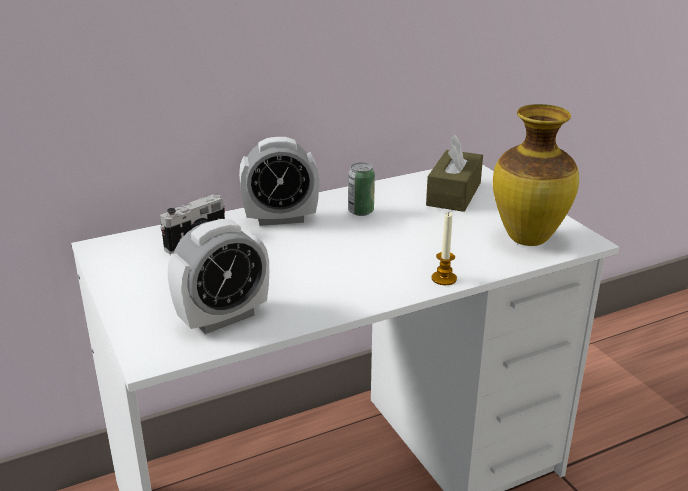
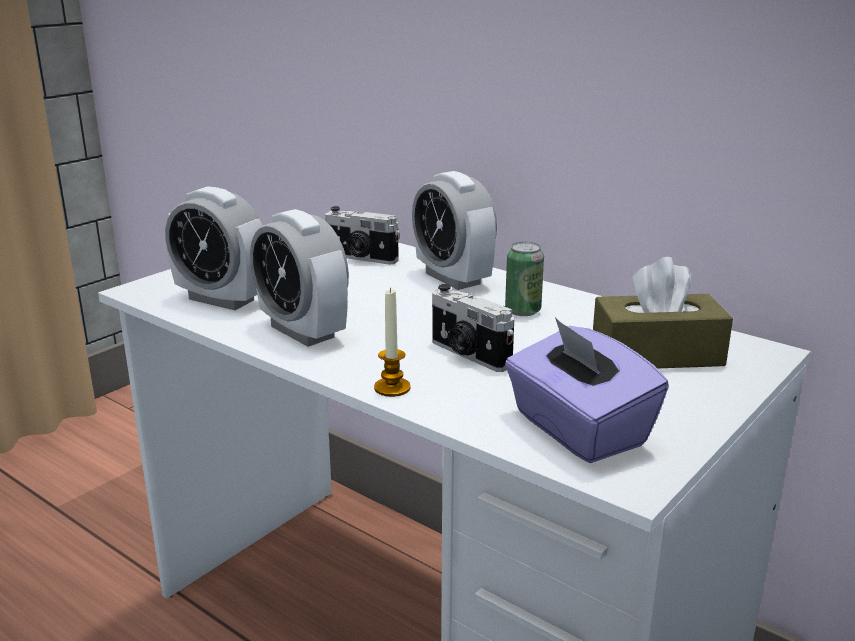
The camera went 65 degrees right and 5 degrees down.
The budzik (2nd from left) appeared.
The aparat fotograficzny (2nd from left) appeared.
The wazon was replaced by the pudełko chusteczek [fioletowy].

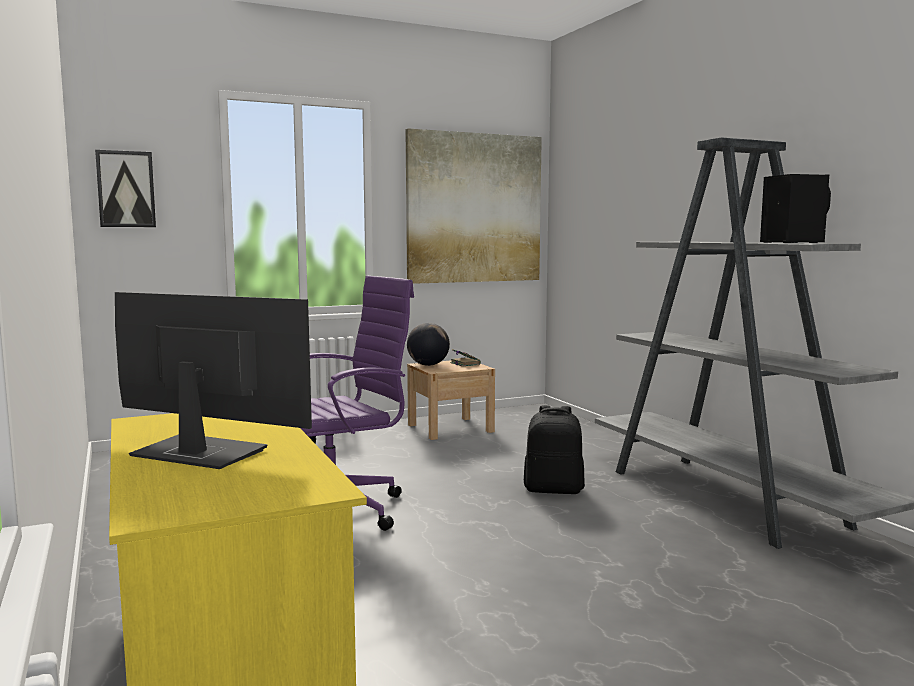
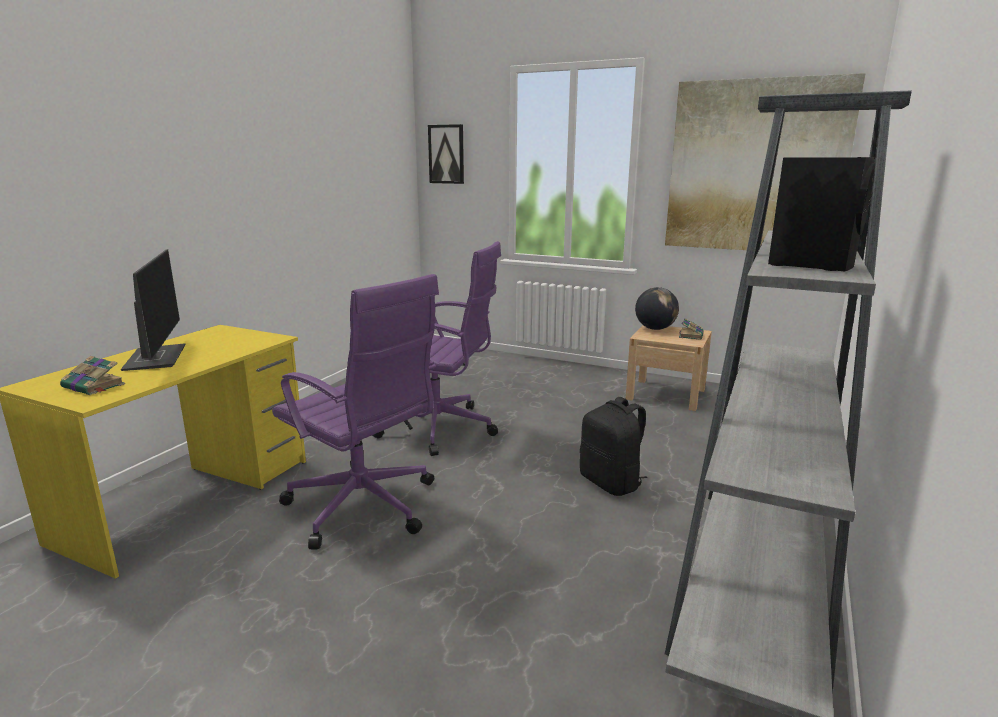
The camera went 50 degrees right and 10 degrees up.
The książka (1st from left) appeared.
The krzesło biurowe [fioletowy] (1st from left) appeared.

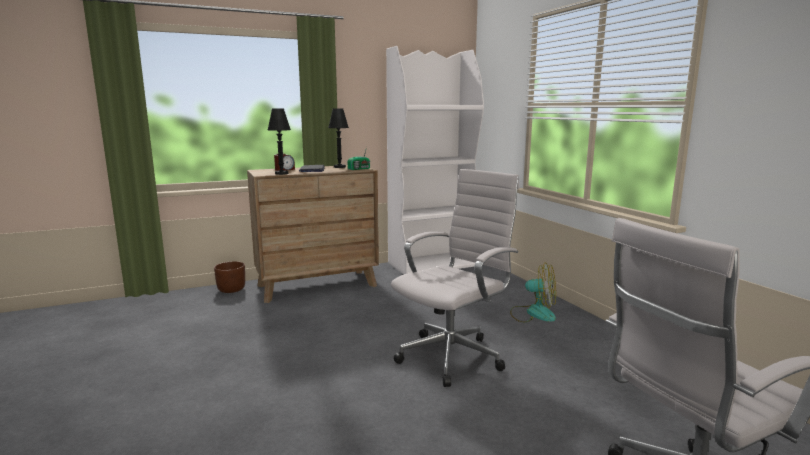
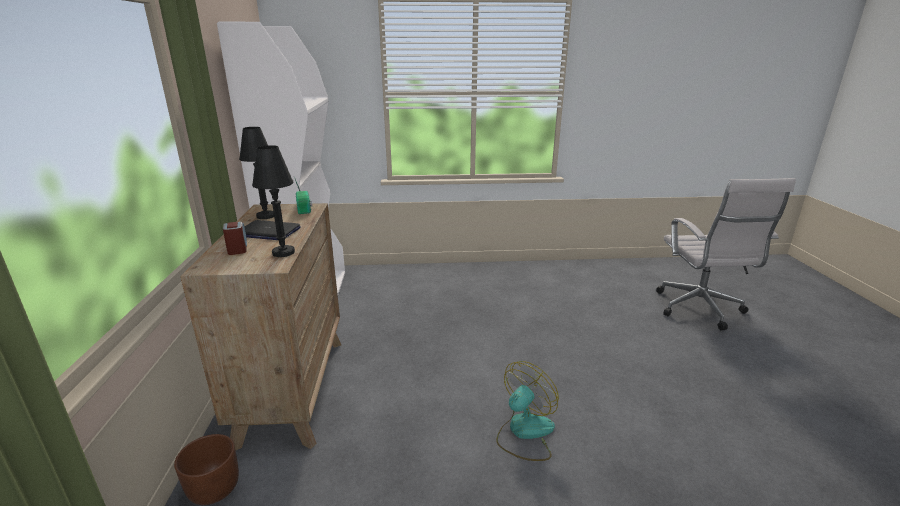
The camera went 70 degrees left and 10 degrees up.
The krzesło biurowe [biały] (1st from left) disappeared.
The wentylator moved.

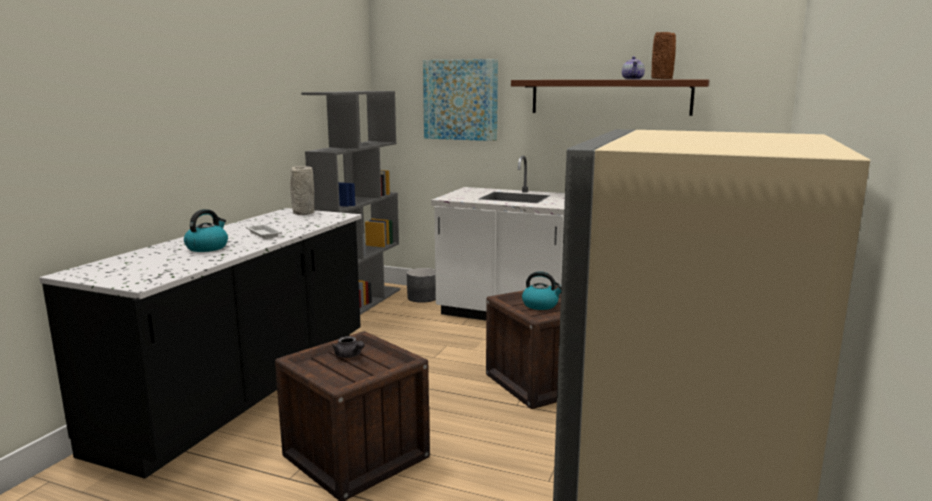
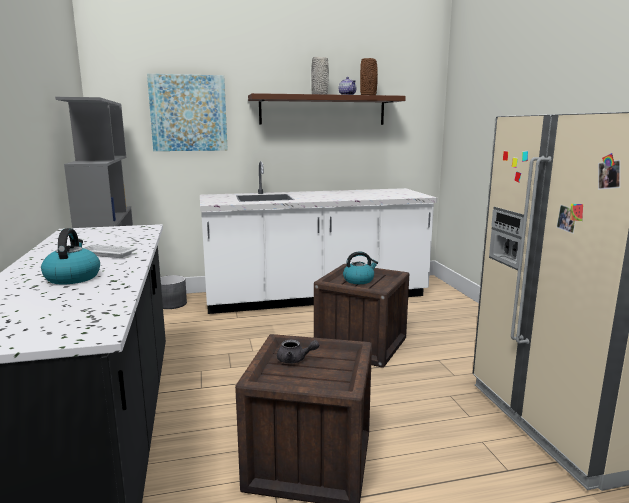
The camera went 35 degrees left and 0 degrees up.
The wazon [szary] moved.

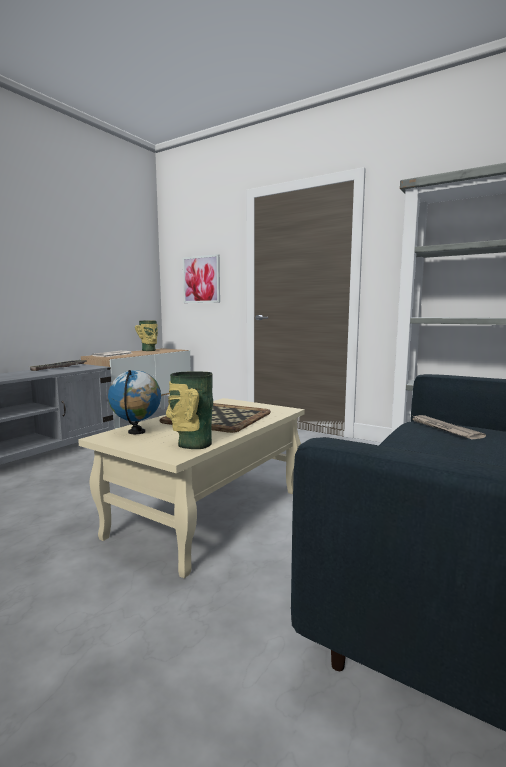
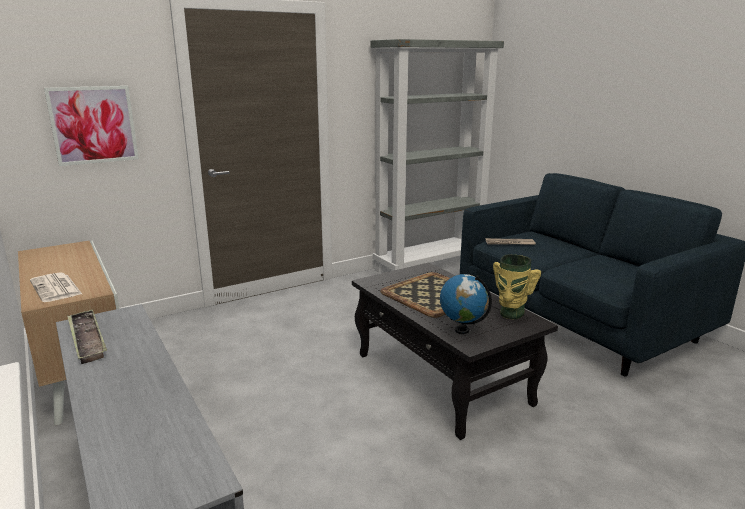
The camera went 65 degrees left and 10 degrees up.
The wazon (1st from left) disappeared.
The ława [beżowy] became the ława [czarny].

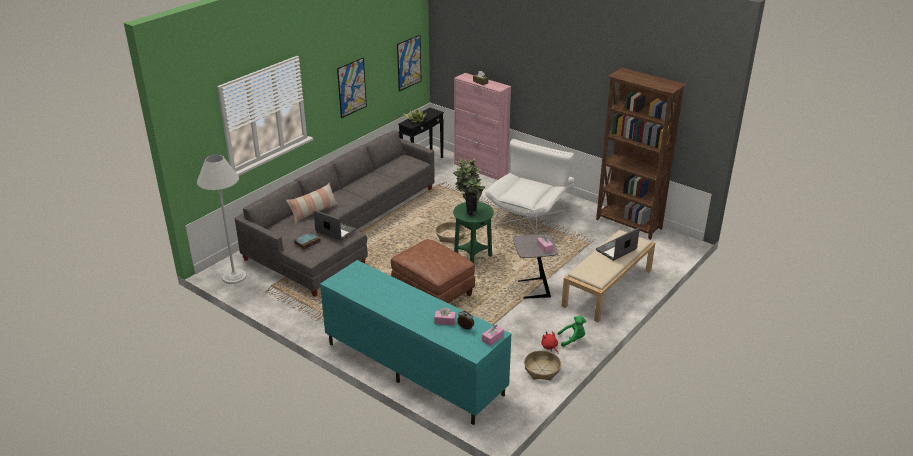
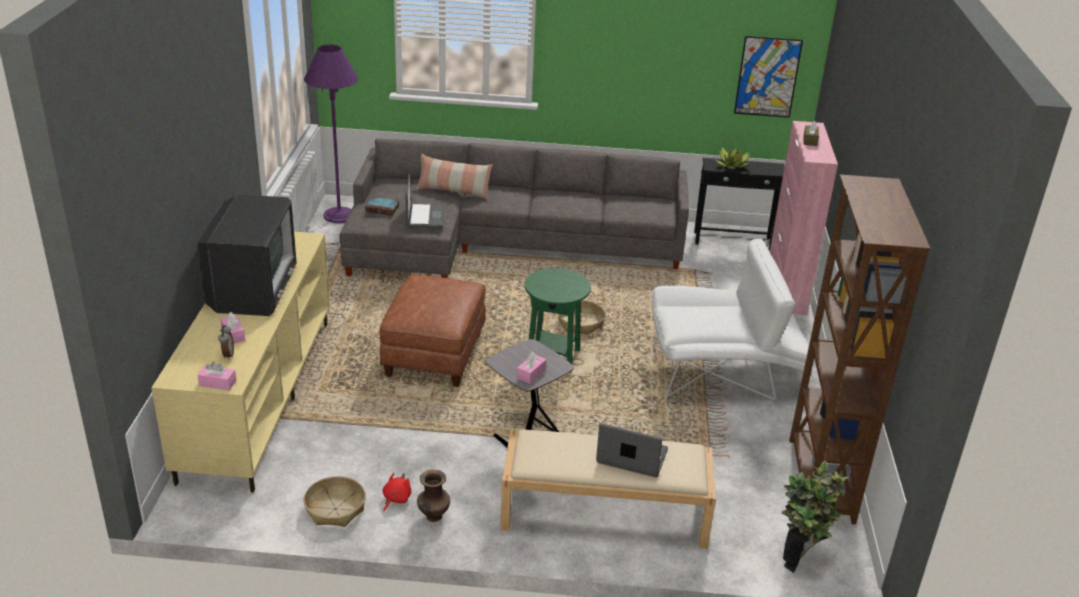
The camera went 55 degrees right and 0 degrees up.
The obraz (1st from left) disappeared.
The telewizor appeared.
The roślina doniczkowa (2nd from left) moved.
The pluszak [zielony] was replaced by the wazon [brązowy].
The lampa stojąca [biały] became the lampa stojąca [fioletowy].
The szafka pod telewizor [turkusowy] became the szafka pod telewizor [beżowy].

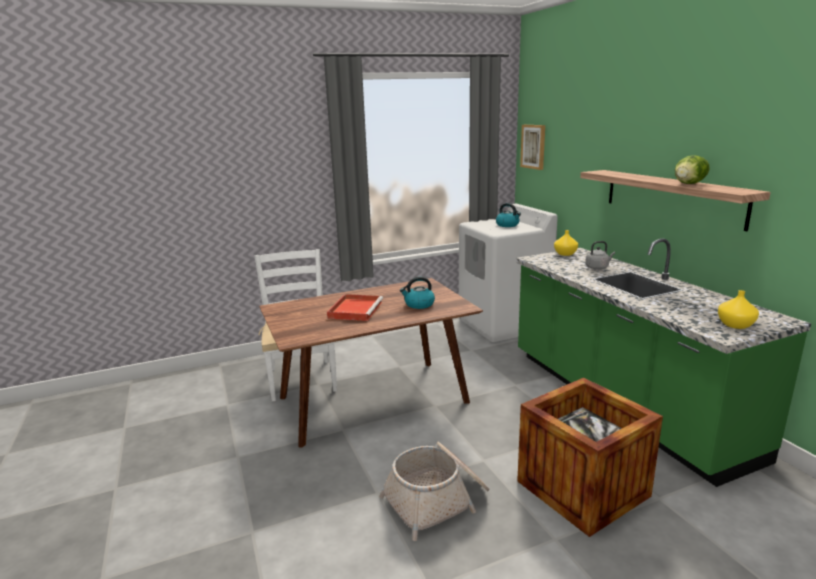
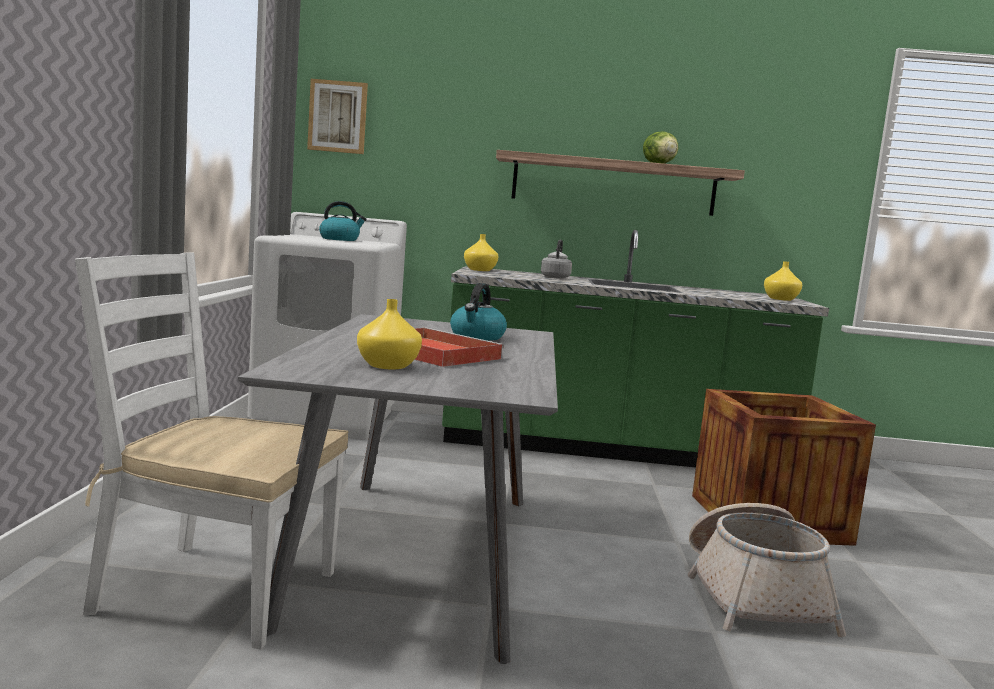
The camera went 65 degrees left and 10 degrees down.
The wazon [żółty] (1st from left) appeared.
The stół jadalny [brązowy] became the stół jadalny [szary].

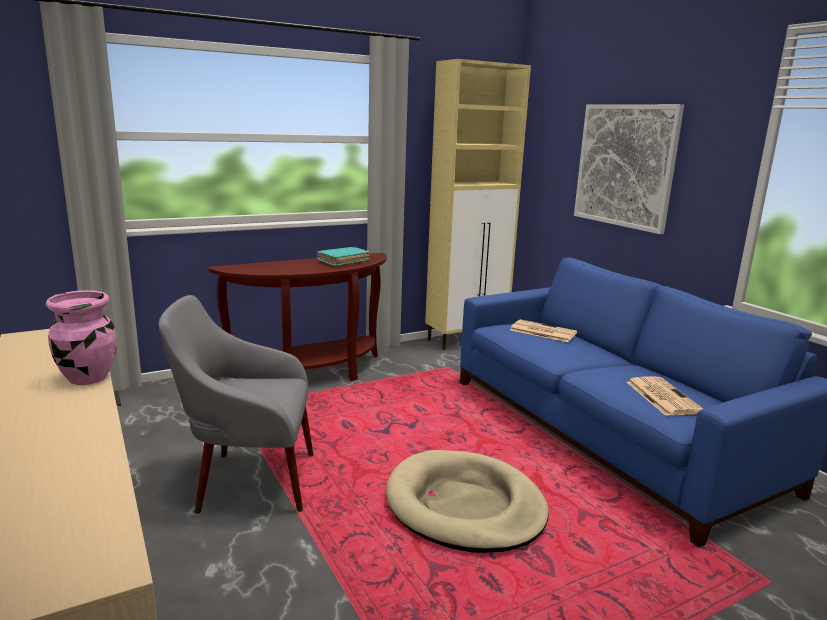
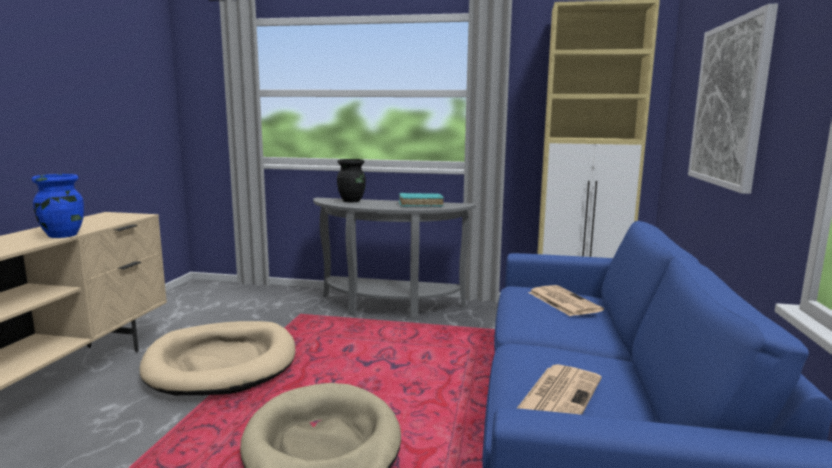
The camera went 40 degrees right and 5 degrees down.
The wazon [czarny] appeared.
The fotel [szary] was replaced by the legowisko [beżowy] (1st from left).
The wazon [różowy] became the wazon [niebieski].
The stolik konsolowy [brązowy] became the stolik konsolowy [szary].

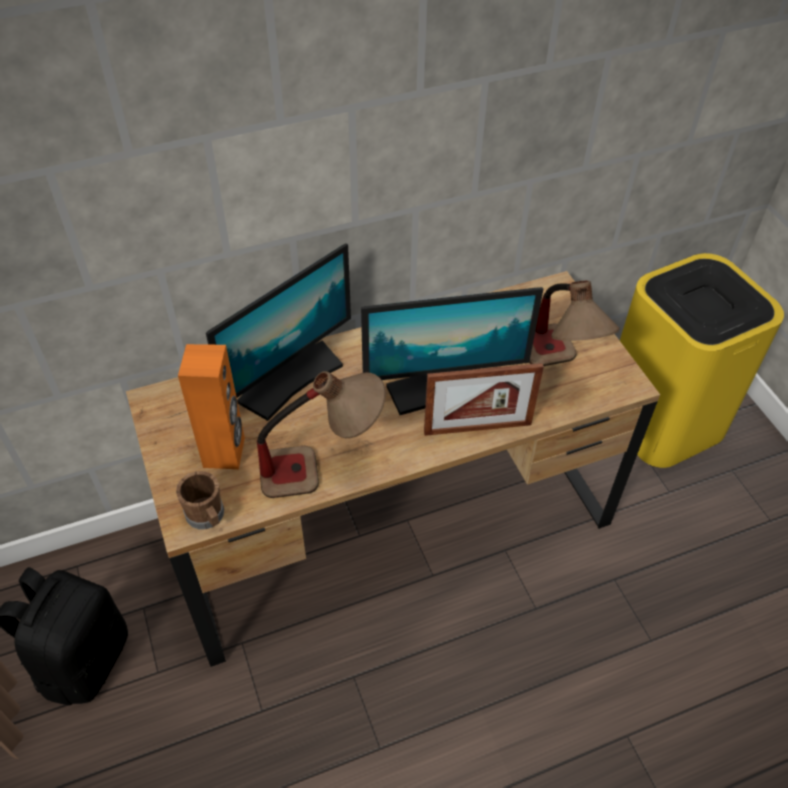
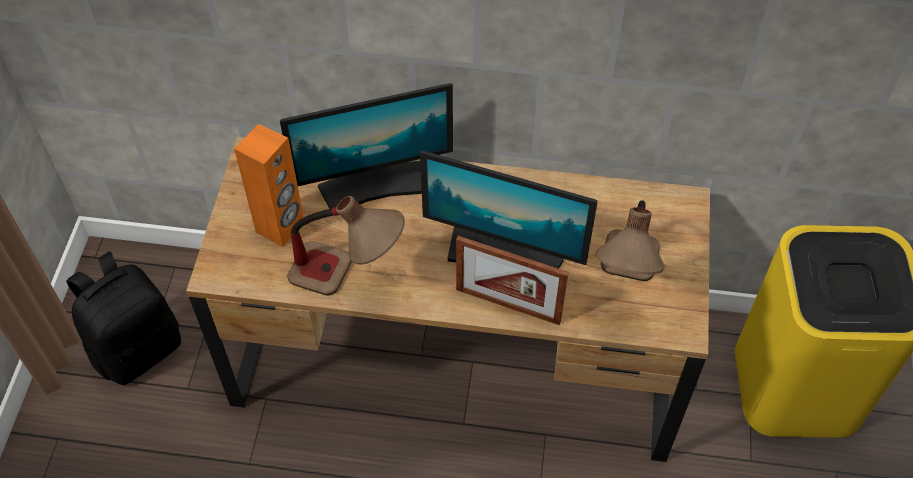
The camera went 30 degrees right and 5 degrees up.
The kubek [brązowy] disappeared.

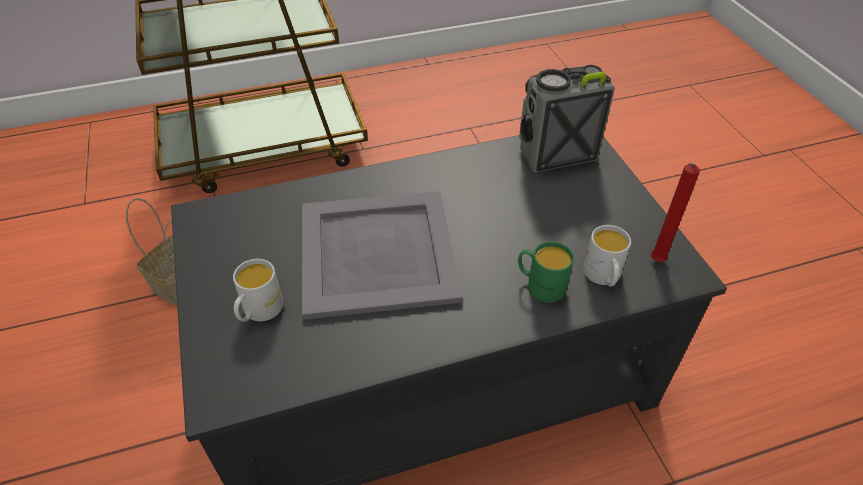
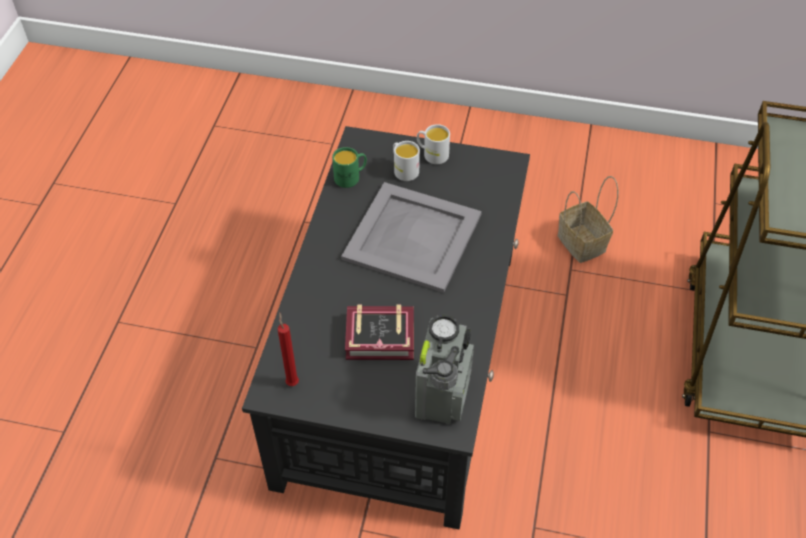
The camera went 120 degrees right and 5 degrees up.
The książka appeared.
The kubek [zielony] moved.
The kubek [biały] (2nd from left) moved.

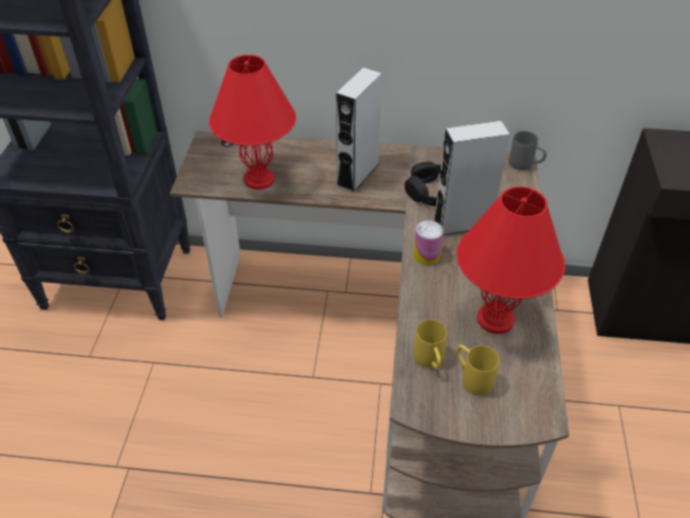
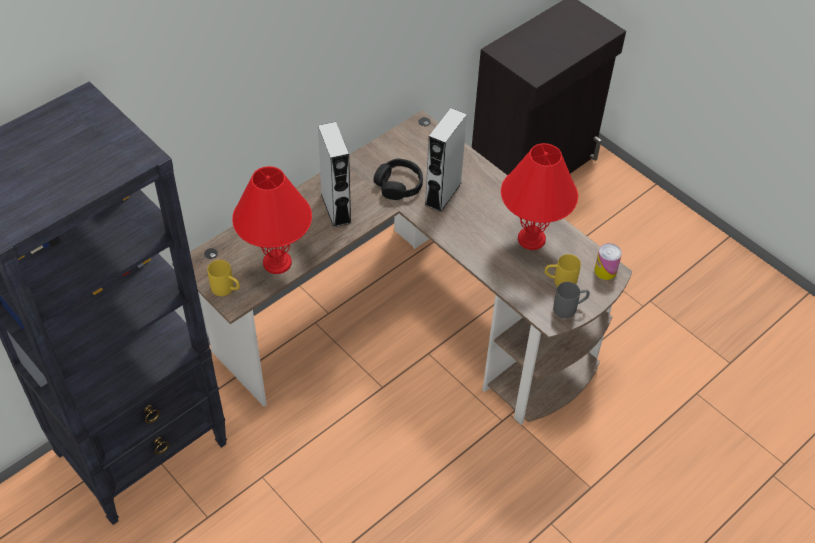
The camera went 50 degrees left and 5 degrees up.
The puszka moved.
The kubek [żółty] (1st from left) moved.
The kubek [szary] moved.

